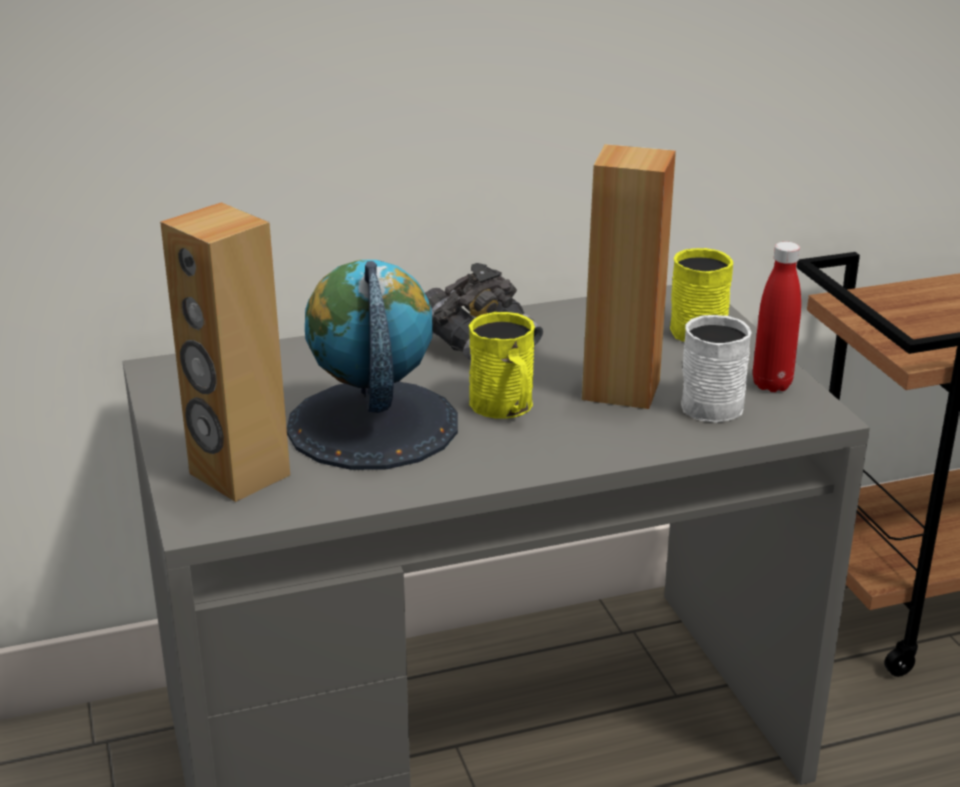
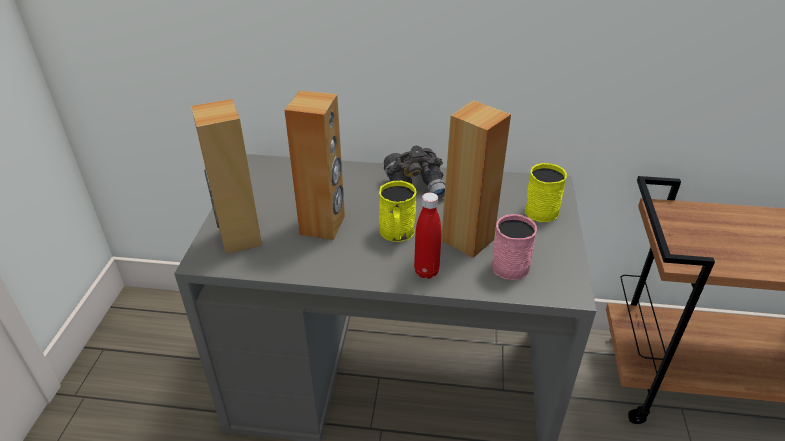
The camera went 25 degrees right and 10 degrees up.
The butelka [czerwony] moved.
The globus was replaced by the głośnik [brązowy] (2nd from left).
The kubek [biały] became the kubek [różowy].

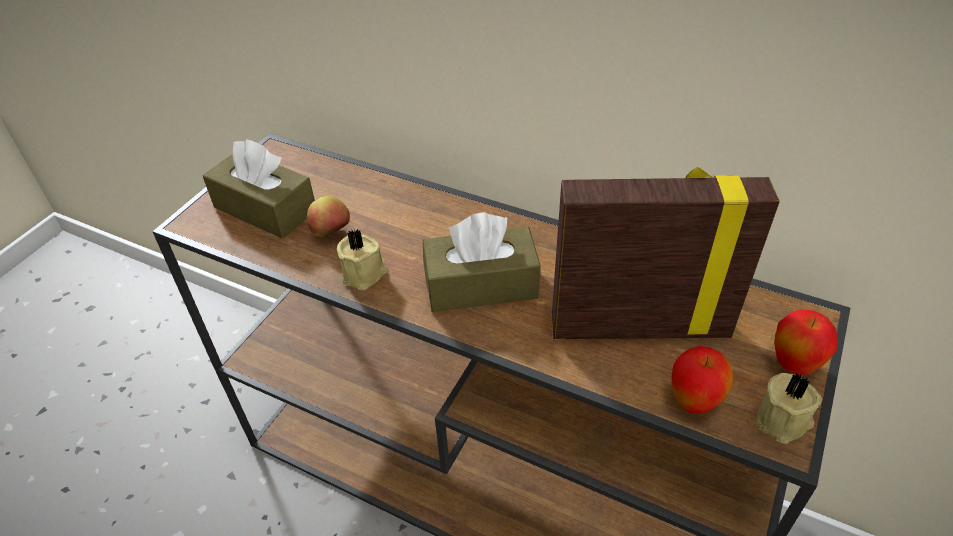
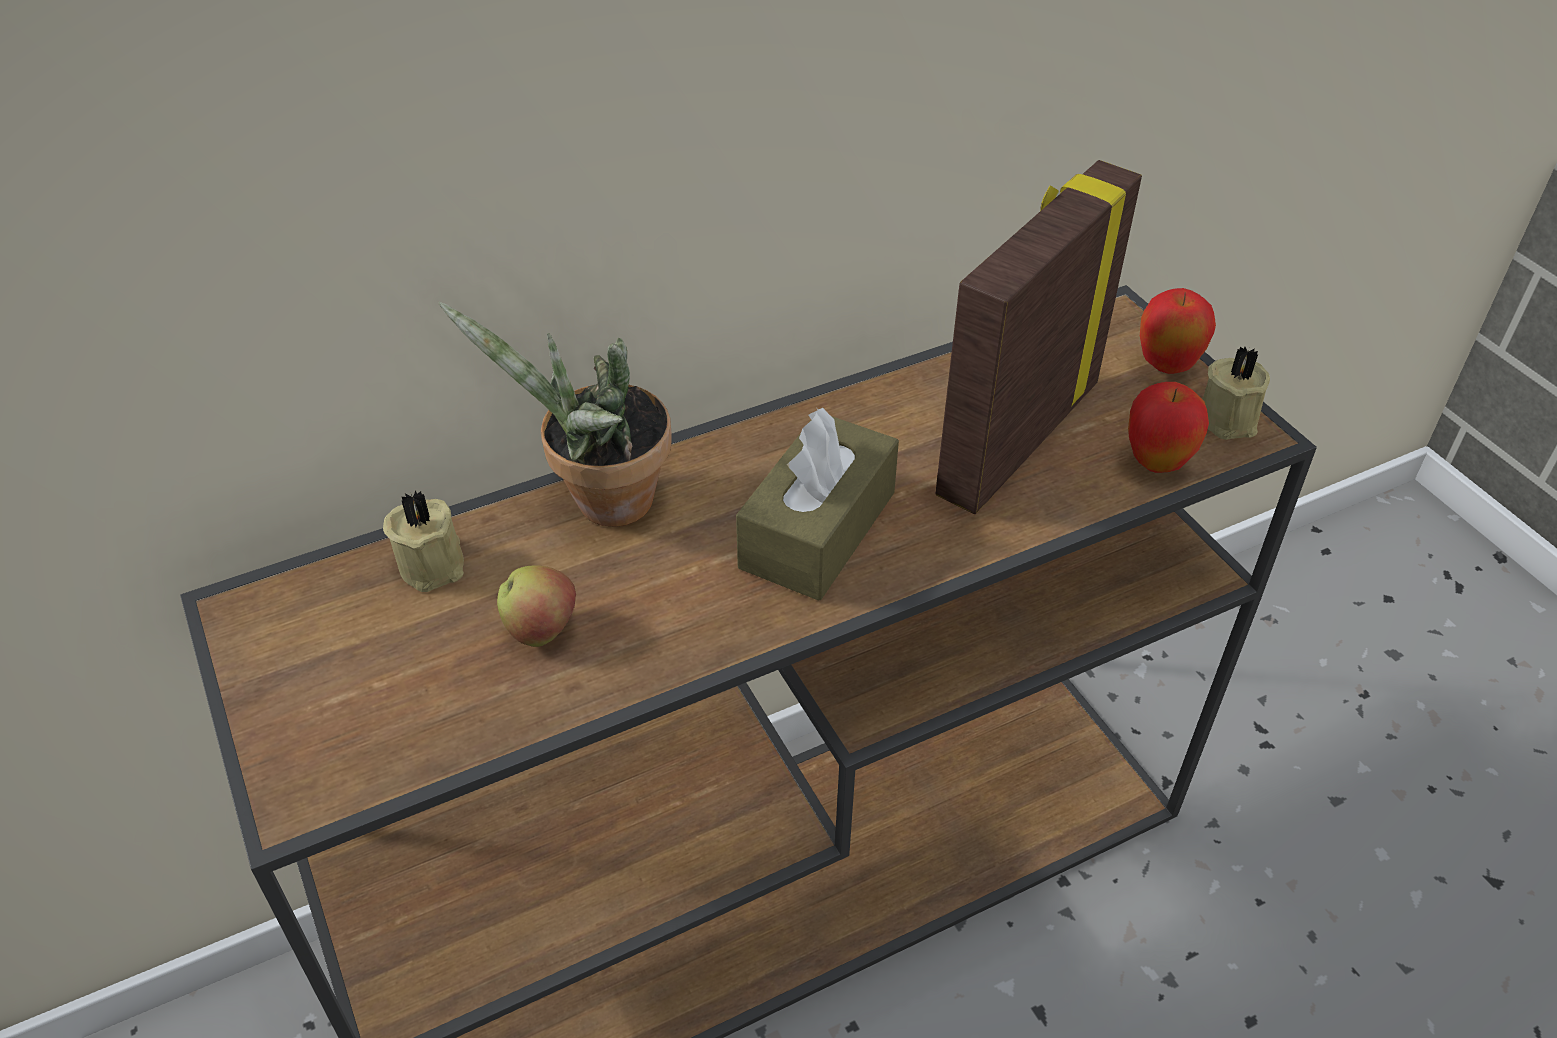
The camera went 55 degrees left and 0 degrees up.
The pudełko chusteczek [brązowy] (1st from left) disappeared.
The roślina doniczkowa appeared.
The świeca [beżowy] (1st from left) moved.

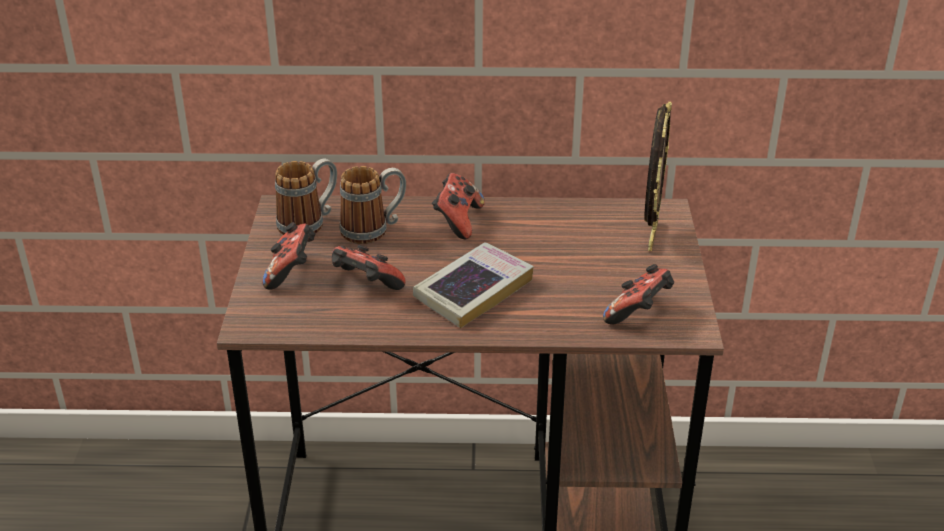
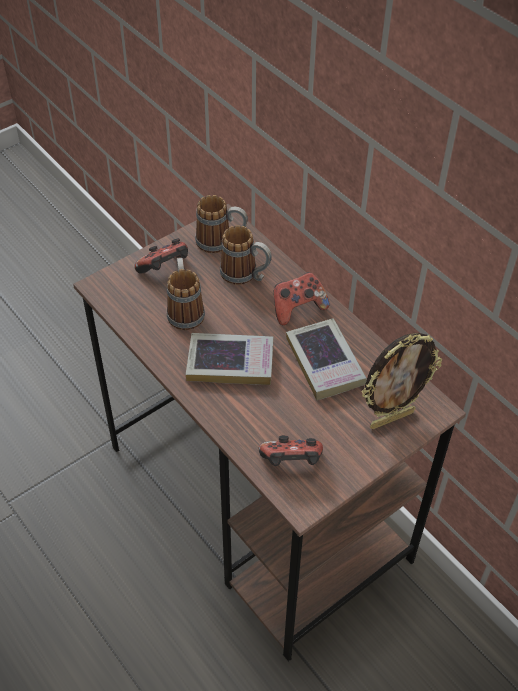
The camera went 50 degrees right and 15 degrees up.
The książka (2nd from left) appeared.
The pad do gier (2nd from left) was replaced by the kubek (1st from left).

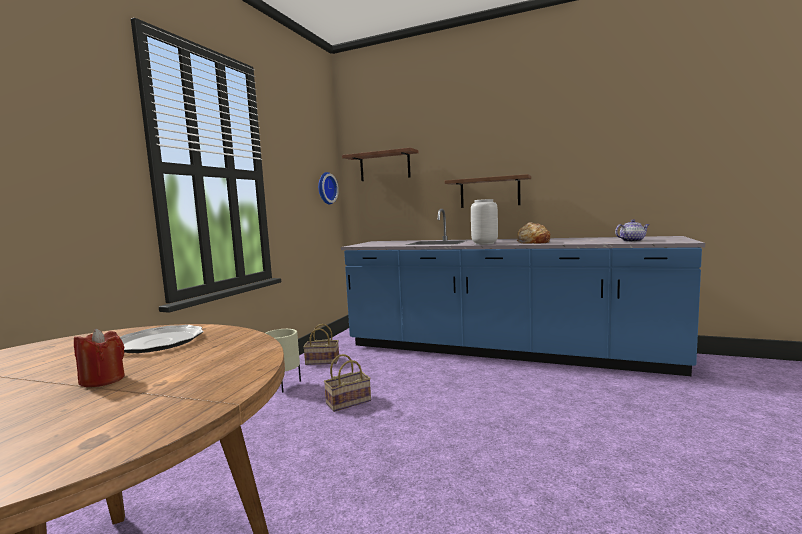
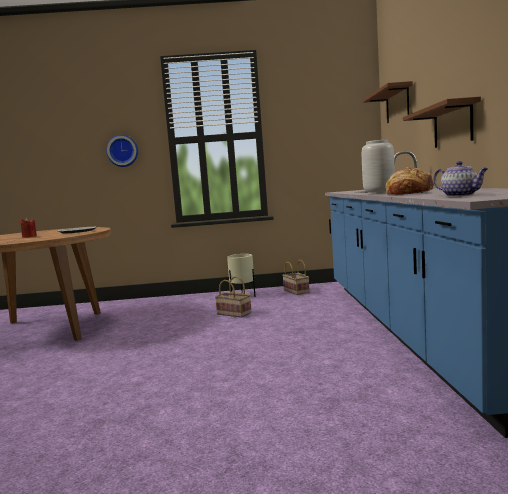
The camera went 65 degrees right and 0 degrees up.
The zegar ścienny moved.

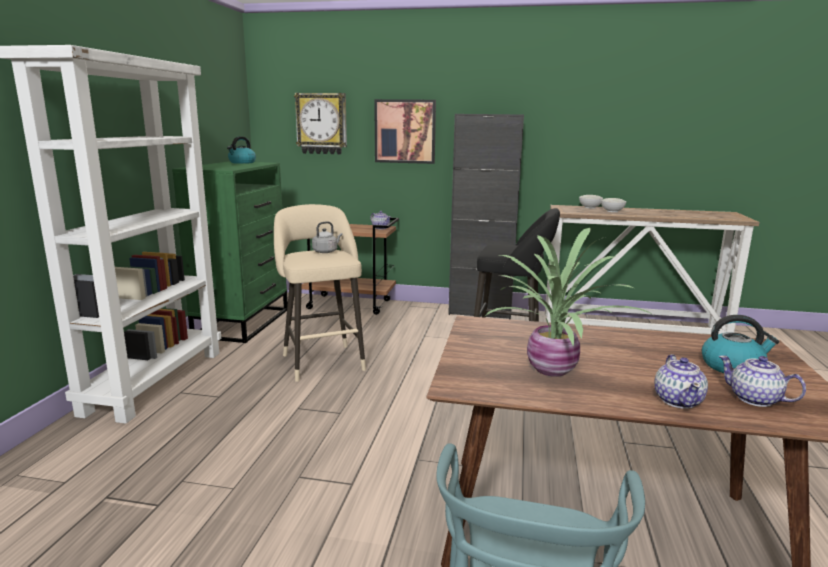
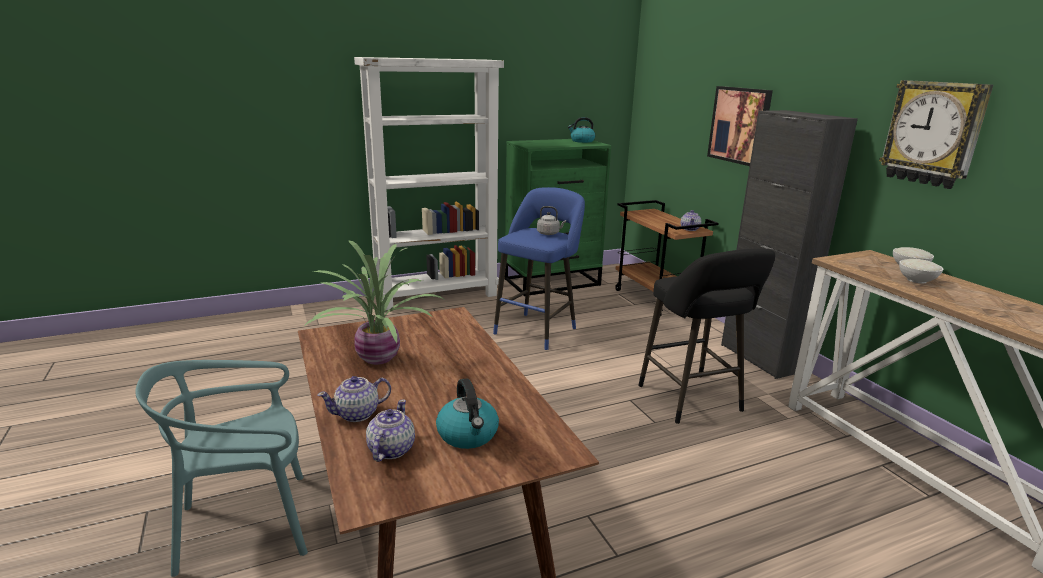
The camera went 55 degrees right and 5 degrees up.
The zegar ścienny moved.
The stołek [beżowy] became the stołek [niebieski].

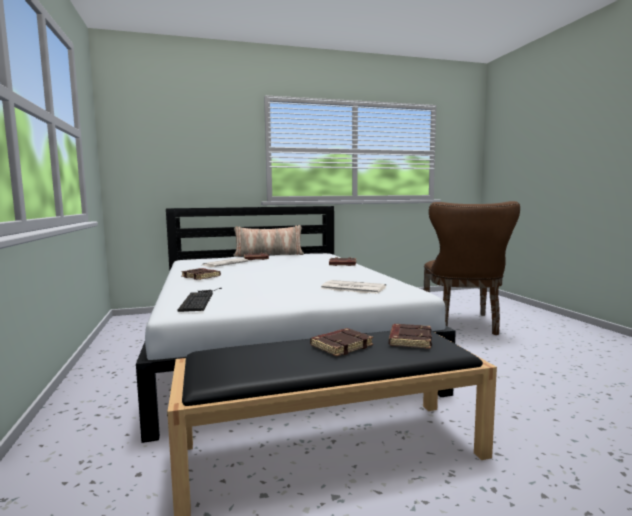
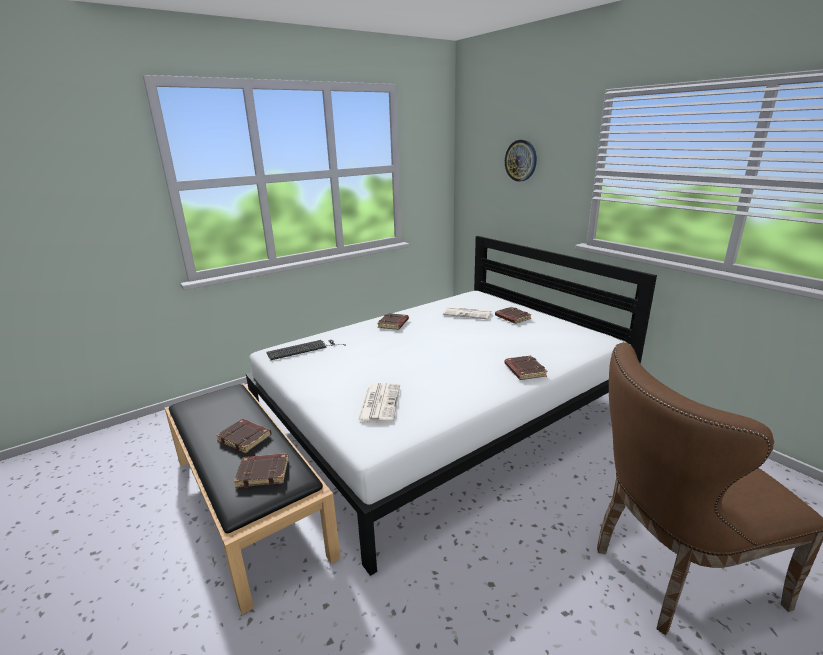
The camera went 70 degrees right and 15 degrees up.
The poduszka disappeared.
The zegar ścienny appeared.

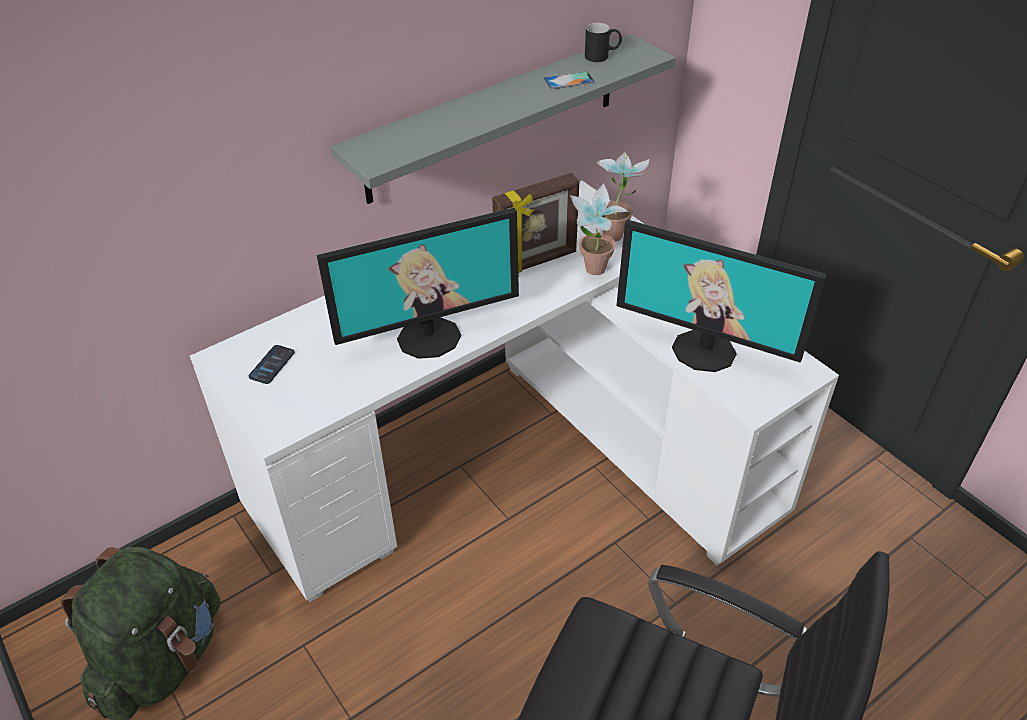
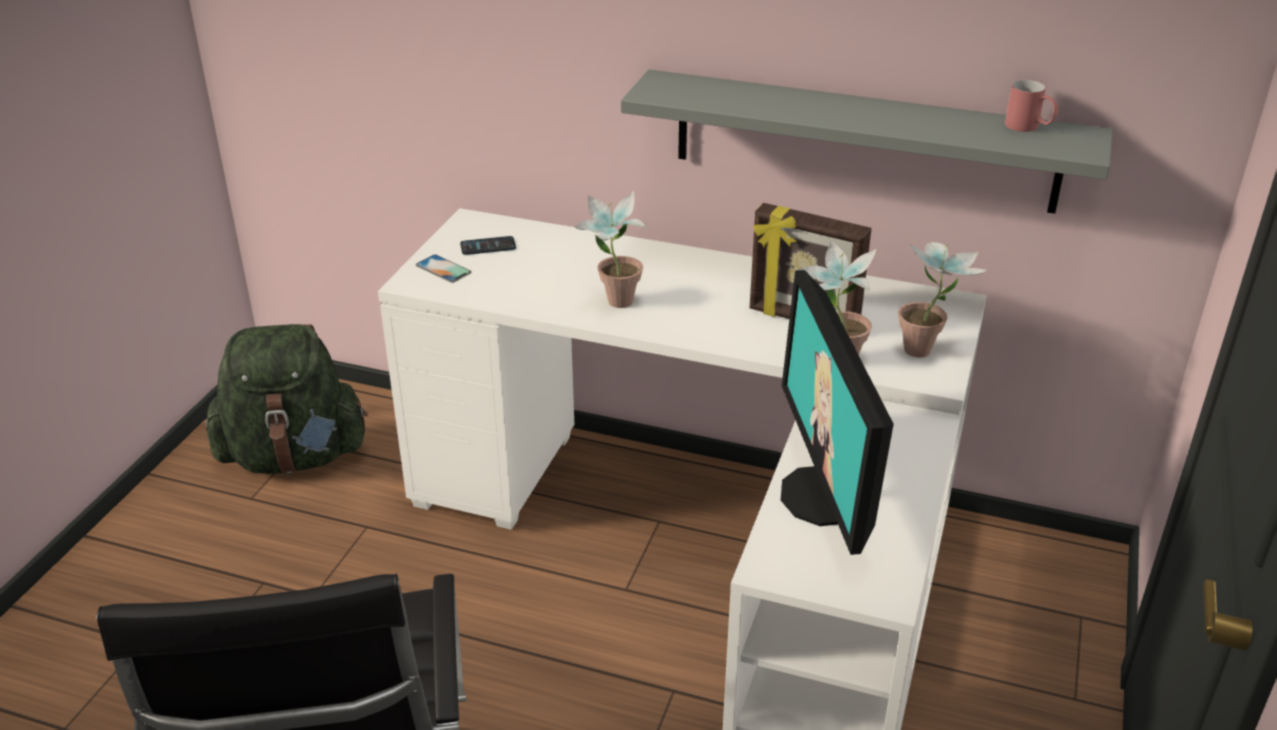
The camera went 55 degrees right and 10 degrees down.
The telefon (2nd from left in the first image) moved.
The monitor (1st from left) was replaced by the roślina doniczkowa (1st from left).
The kubek [czarny] became the kubek [czerwony].

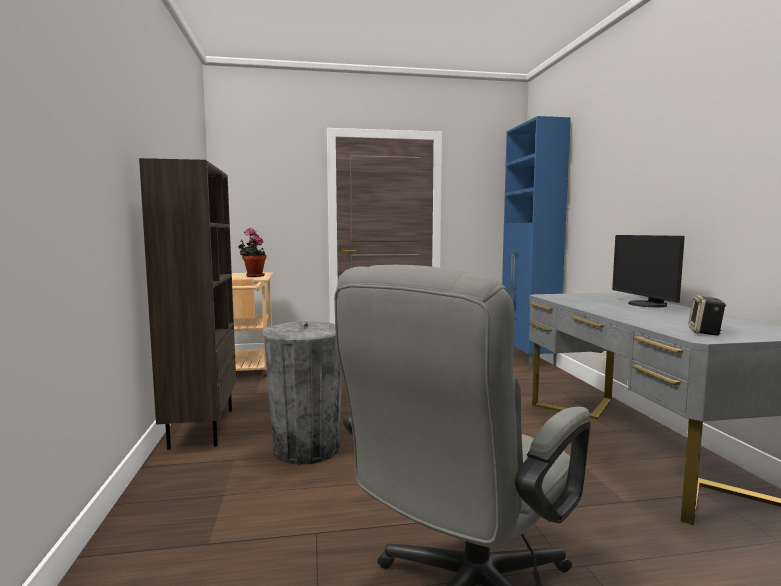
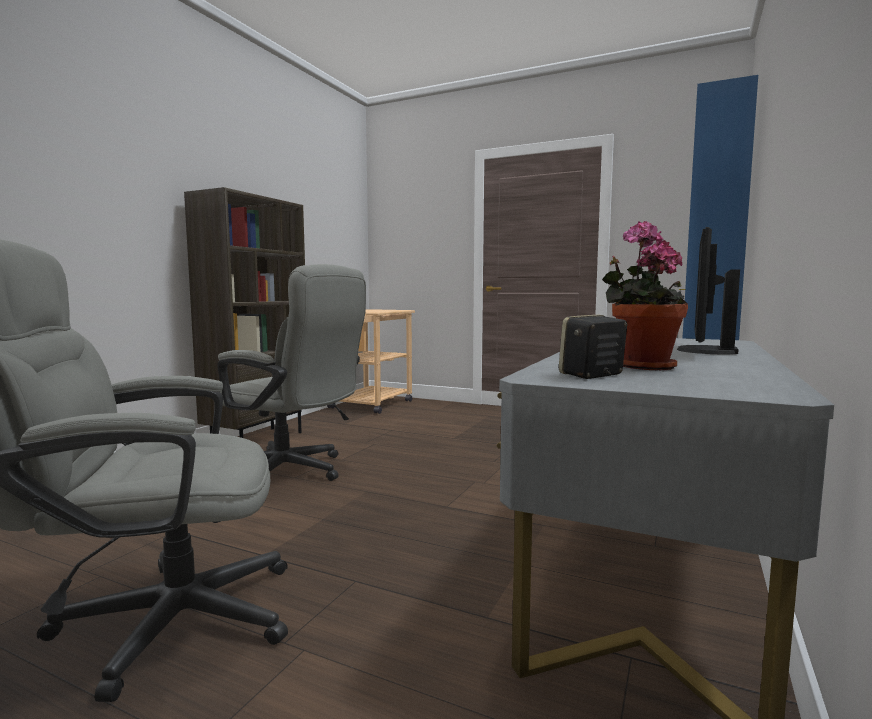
The camera went 35 degrees right and 0 degrees up.
The roślina doniczkowa moved.
The kosz na śmieci [szary] was replaced by the krzesło biurowe [szary] (2nd from left).

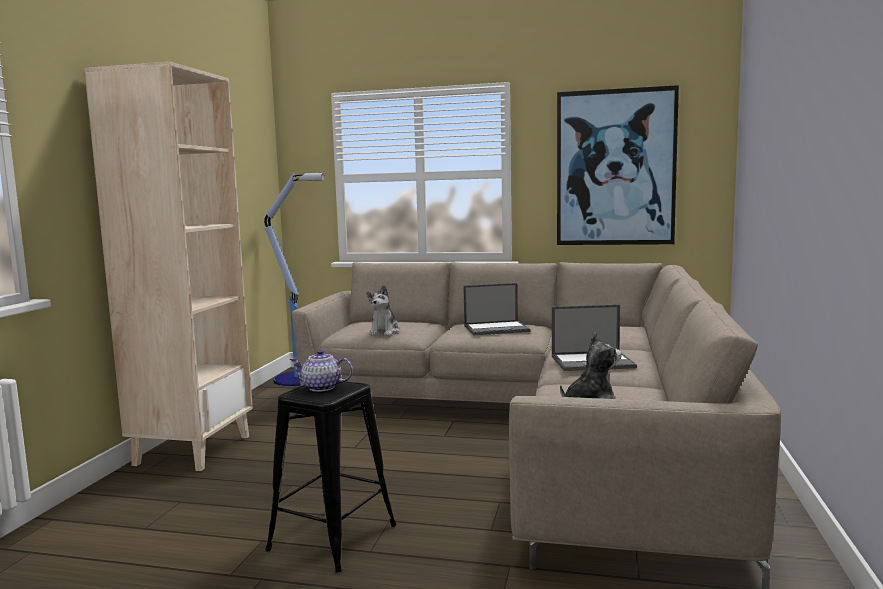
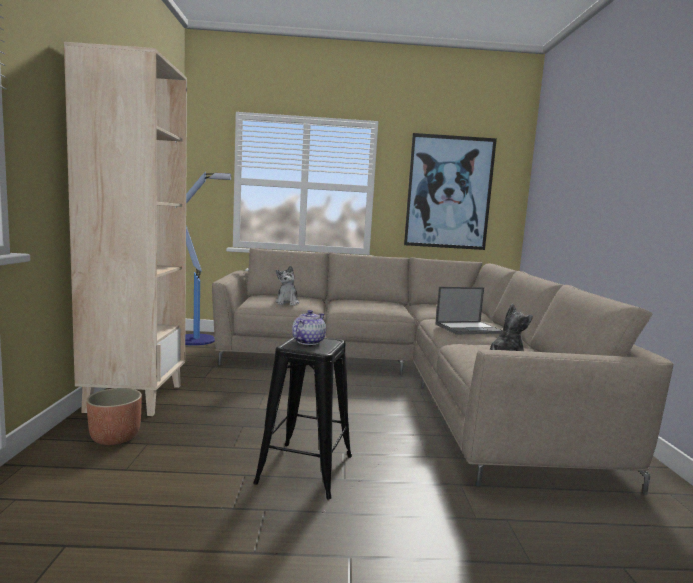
The camera went 15 degrees left and 0 degrees up.
The laptop (1st from left) disappeared.
The donica appeared.
The imbryk turned 120 degrees clockwise.

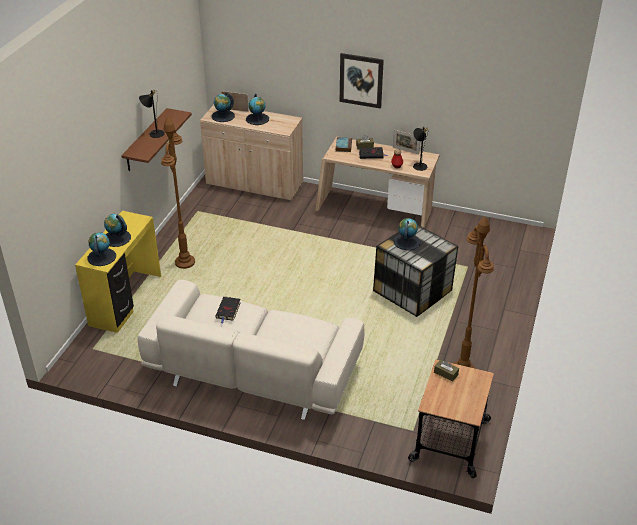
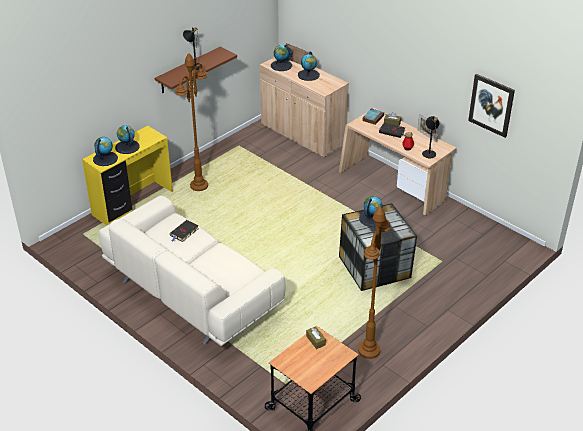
The camera went 25 degrees right and 0 degrees up.
The obraz moved.

